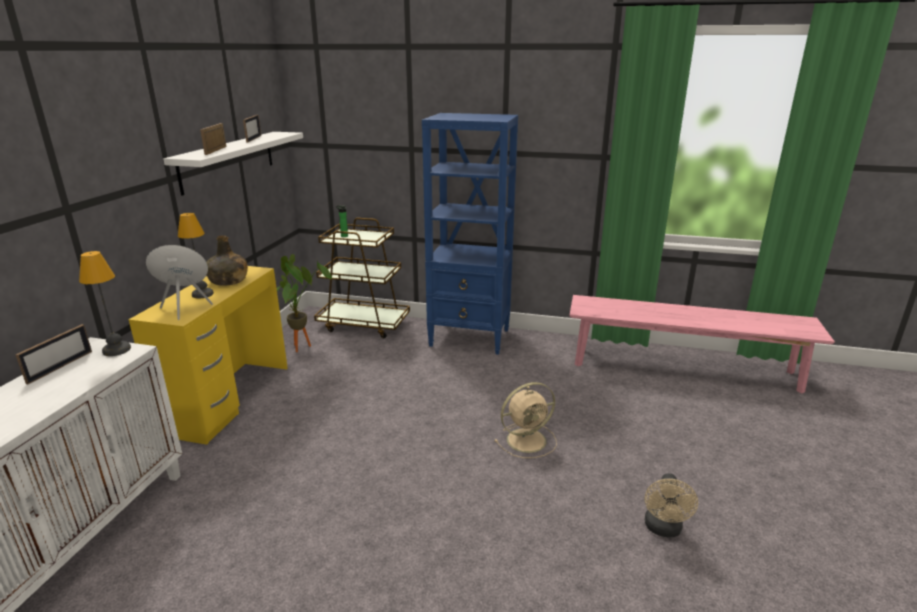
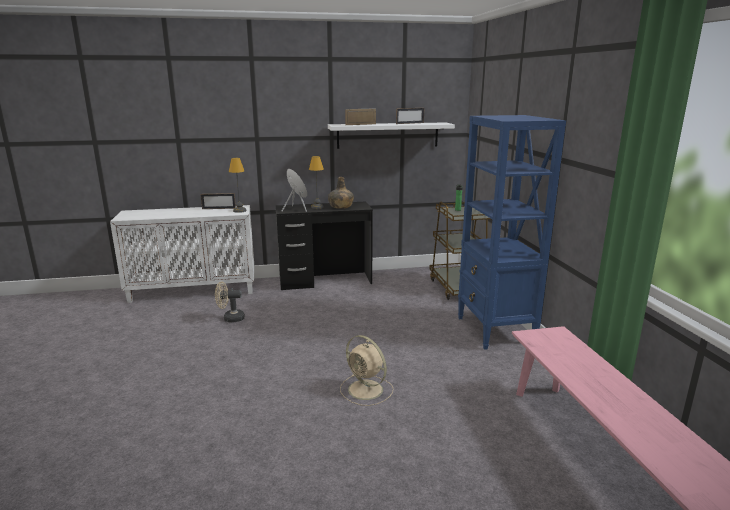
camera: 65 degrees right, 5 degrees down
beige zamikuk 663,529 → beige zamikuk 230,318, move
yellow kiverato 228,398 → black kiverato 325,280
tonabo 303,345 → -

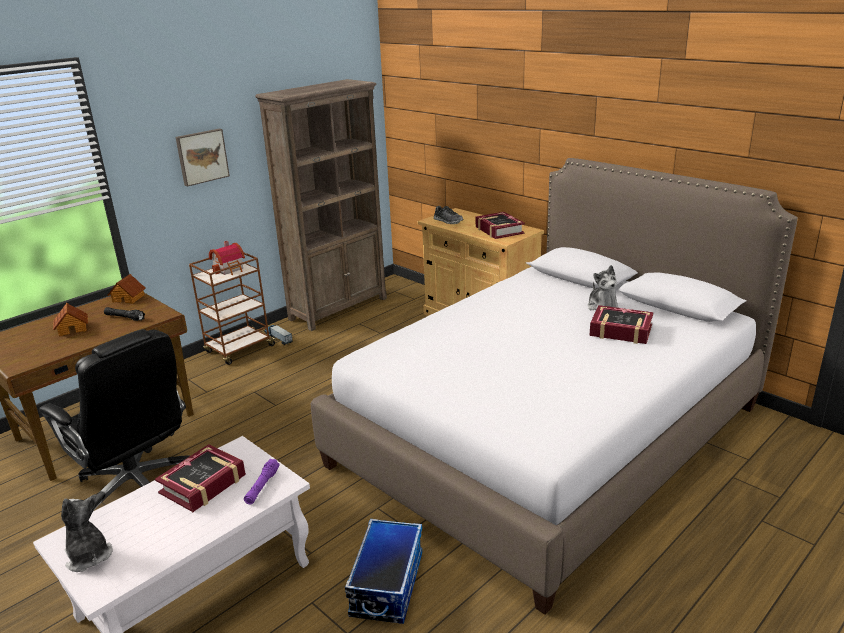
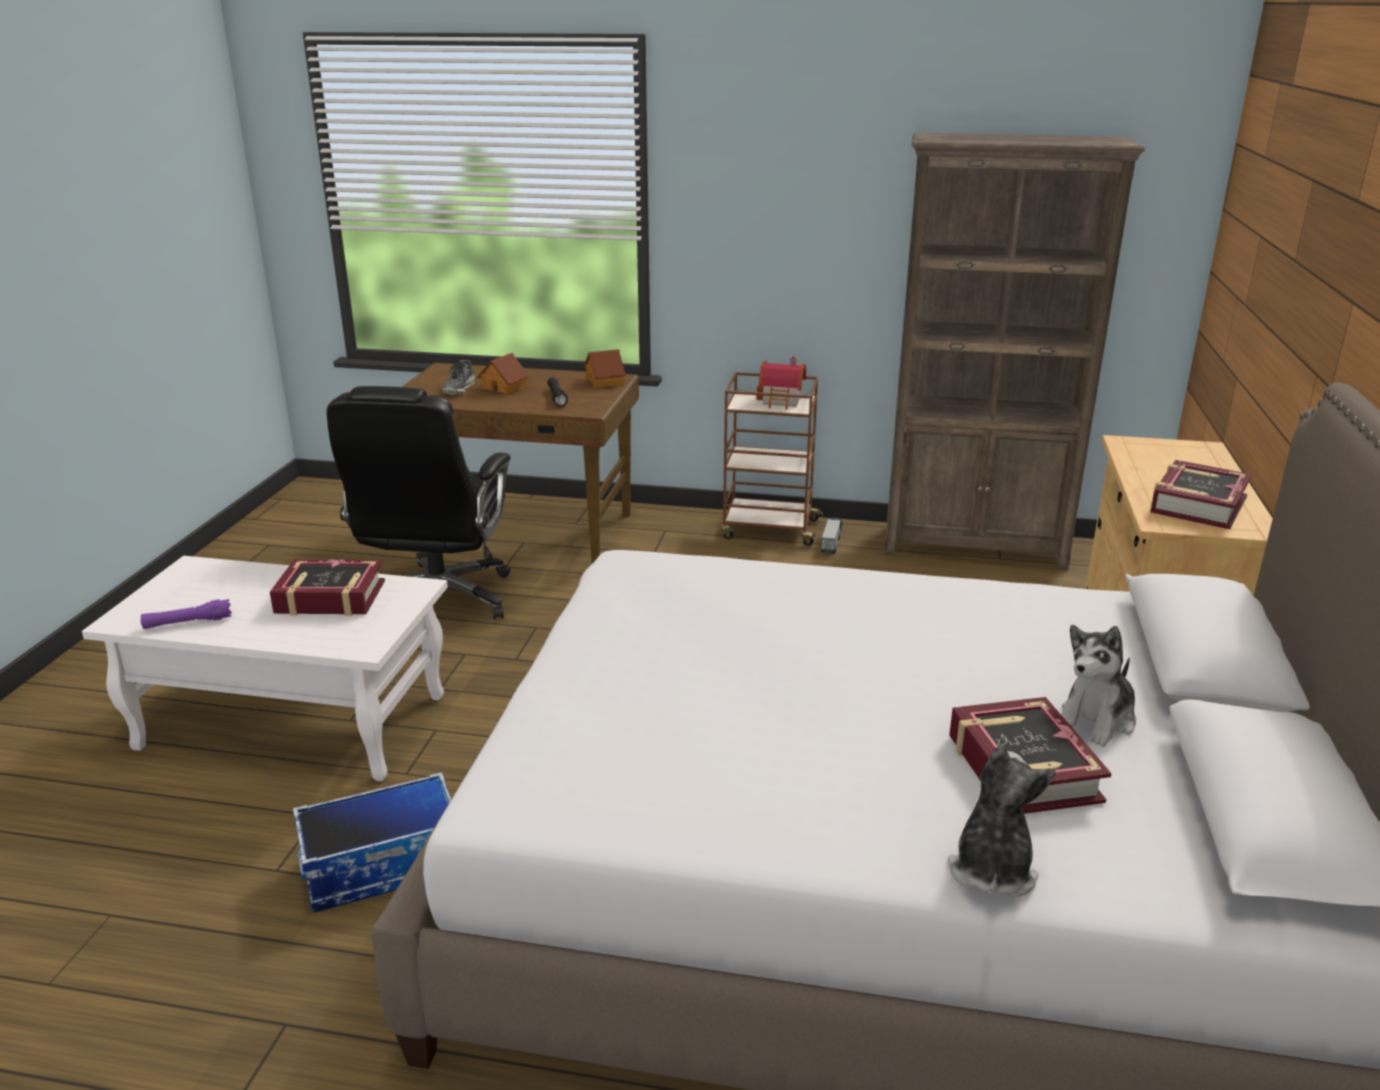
camera: 55 degrees right, 0 degrees up
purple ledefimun 262,486 → purple ledefimun 188,623, move
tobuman 448,221 → tobuman 459,388, move
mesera 88,556 → mesera 991,869, move
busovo 201,156 → -

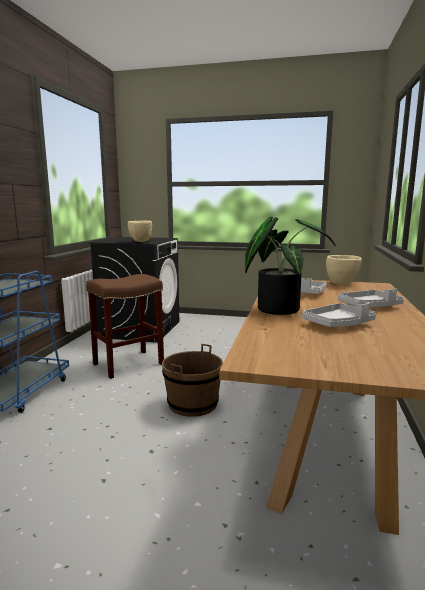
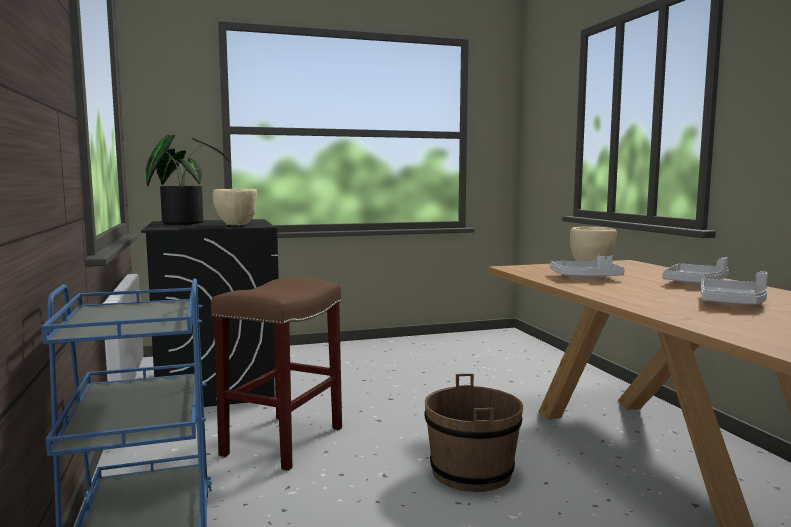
camera: 30 degrees left, 5 degrees down
tonabo 279,308 → tonabo 184,222, move

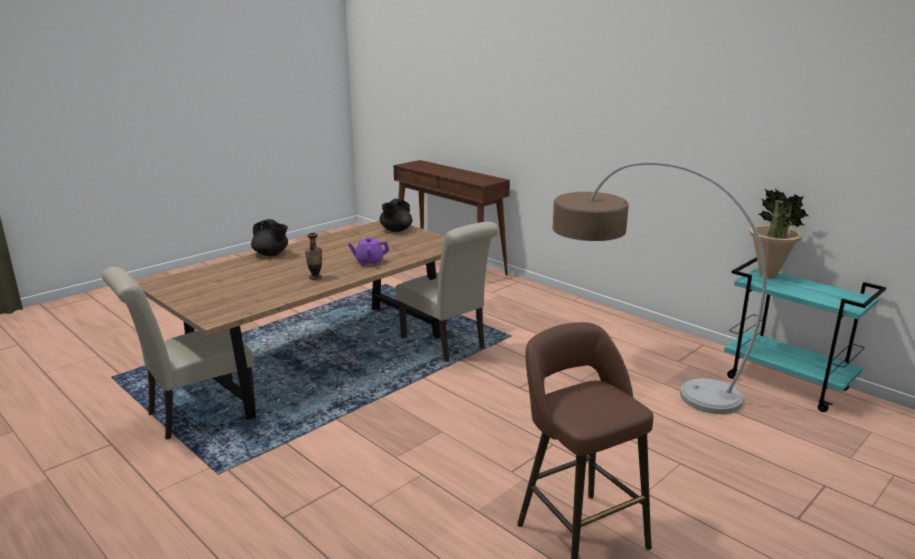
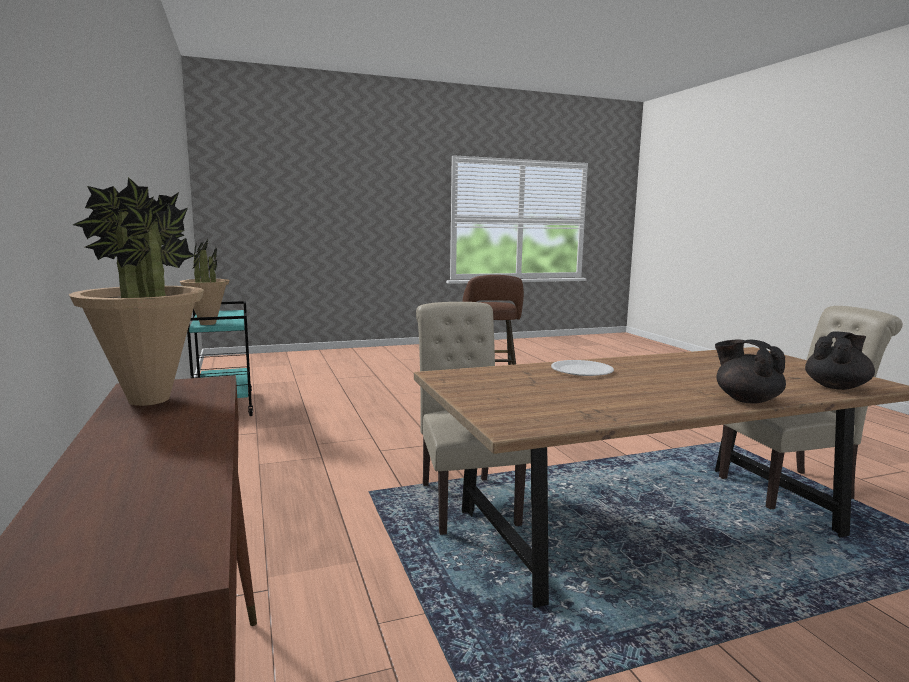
camera: 155 degrees left, 10 degrees down
- → tonabo 149,399
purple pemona 369,262 → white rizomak 581,370
black pemona 395,230 → black pemona 836,387, move
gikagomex 315,277 → -
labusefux 630,378 → -

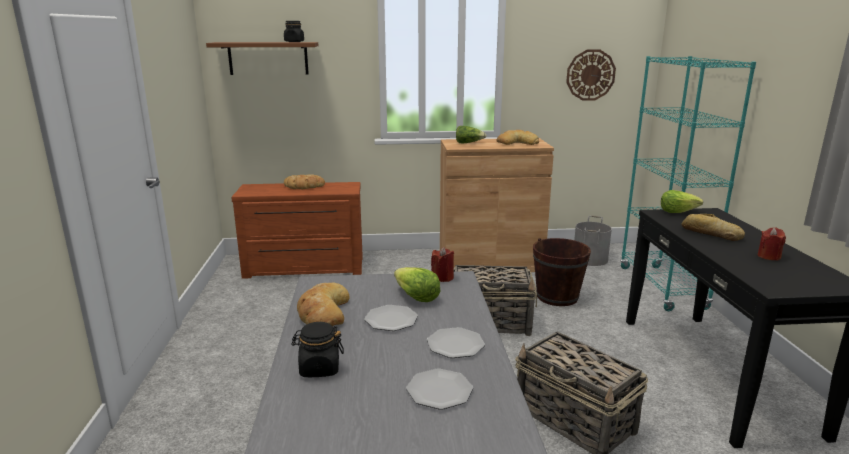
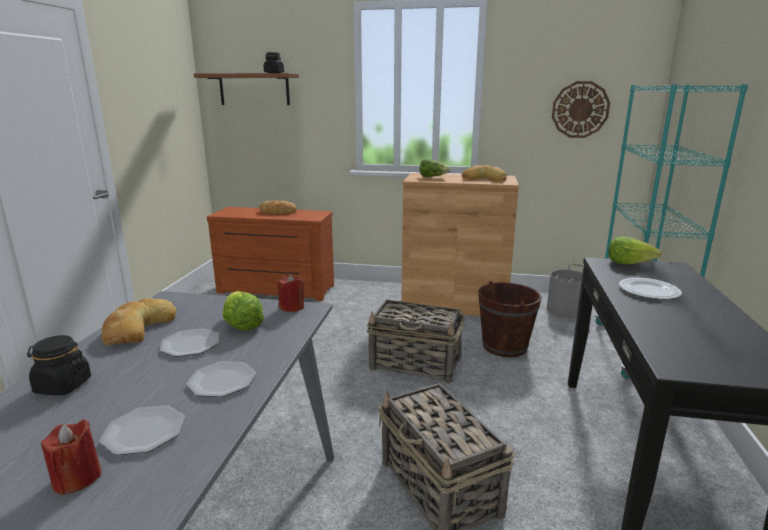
camera: 15 degrees right, 0 degrees up
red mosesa 769,256 → red mosesa 77,478, move
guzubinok 710,233 → rizomak 649,291

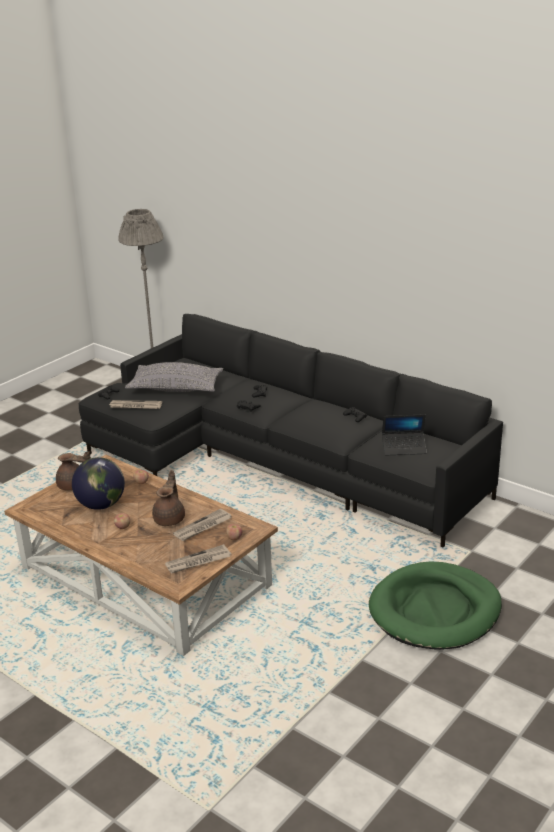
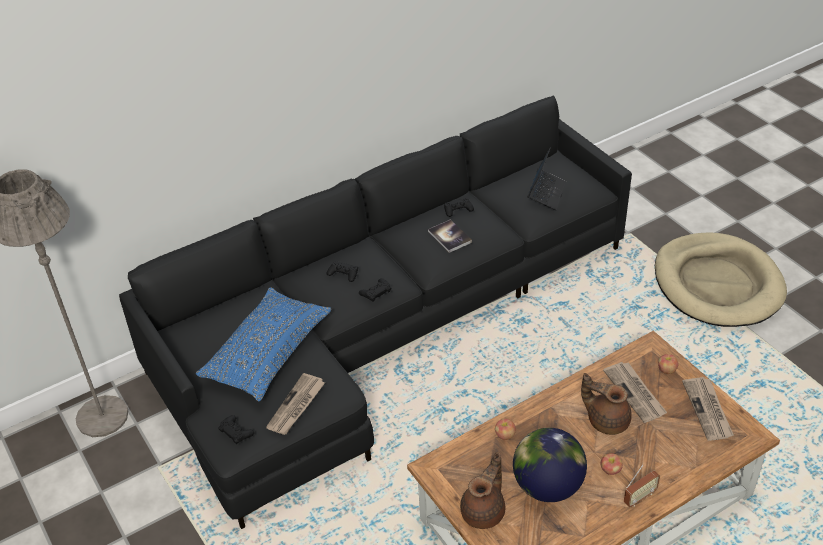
camera: 70 degrees left, 15 degrees up
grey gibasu 176,388 → blue gibasu 267,353
- → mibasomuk 449,237
- → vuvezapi 639,497
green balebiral 435,610 → beige balebiral 717,284

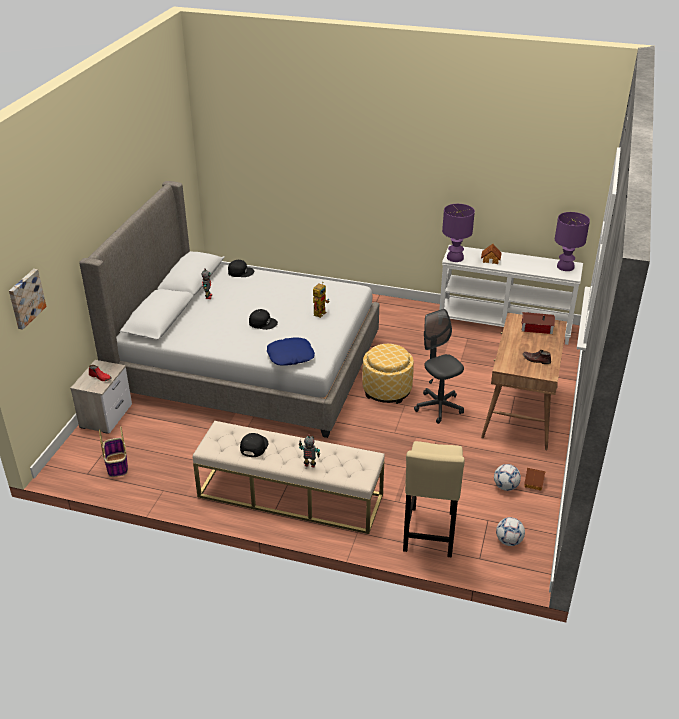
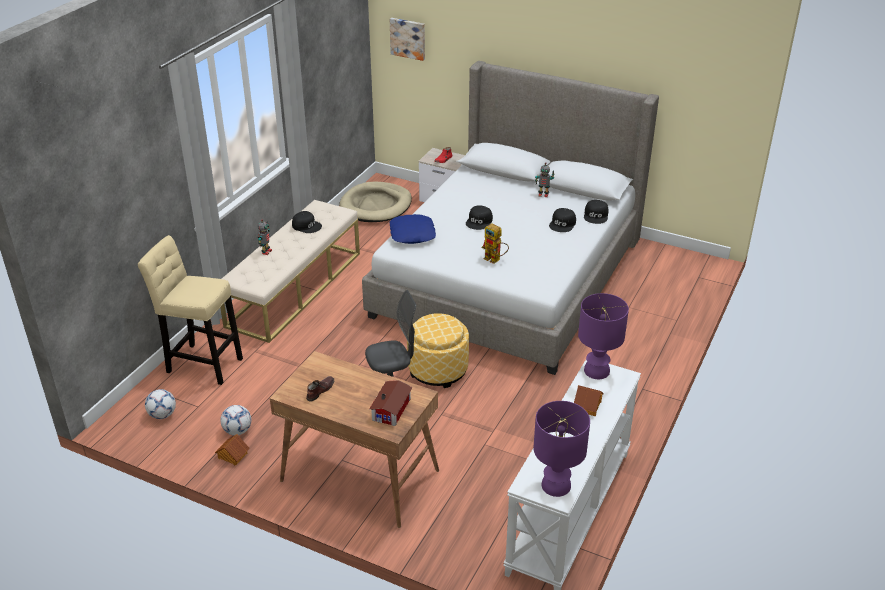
camera: 100 degrees right, 0 degrees up
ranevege 117,465 → beige balebiral 376,205
- → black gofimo 563,224

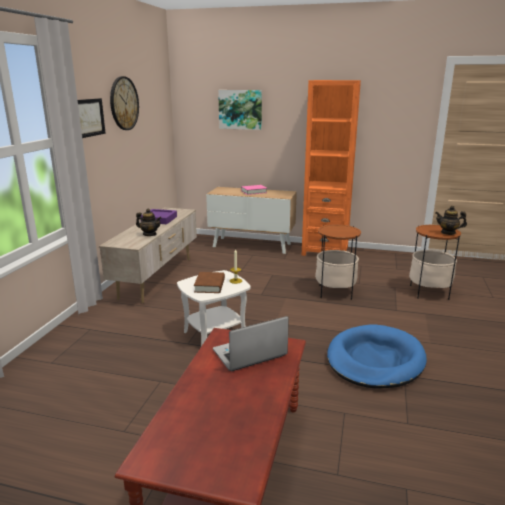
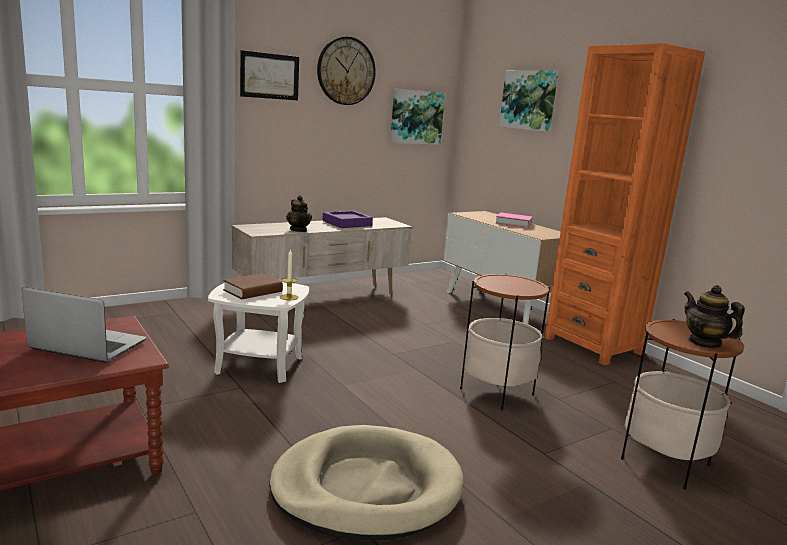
camera: 40 degrees right, 5 degrees down
blue balebiral 375,360 → beige balebiral 366,487
- → busovo 416,117

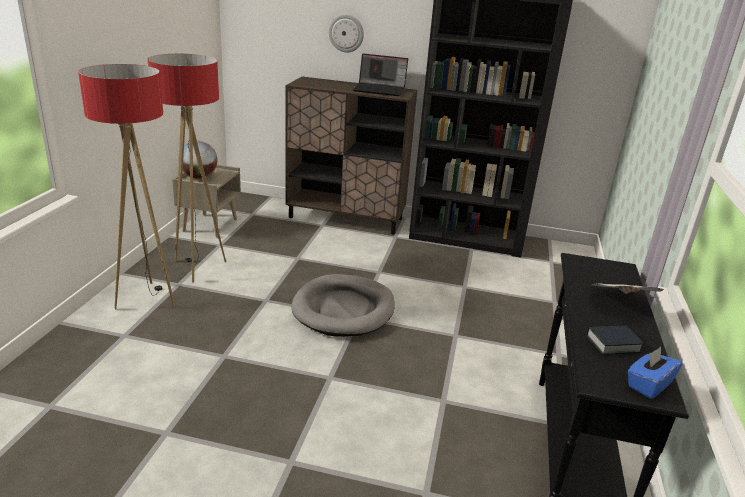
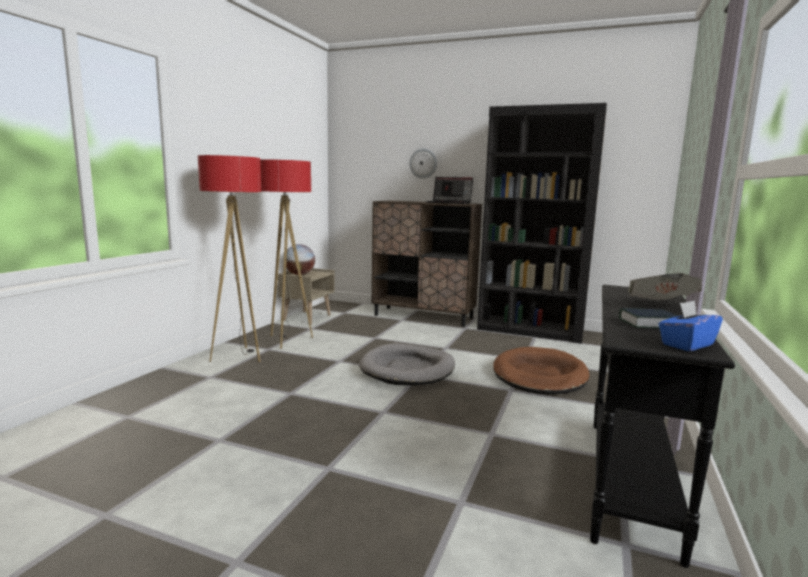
camera: 10 degrees right, 15 degrees down
- → brown balebiral 539,375

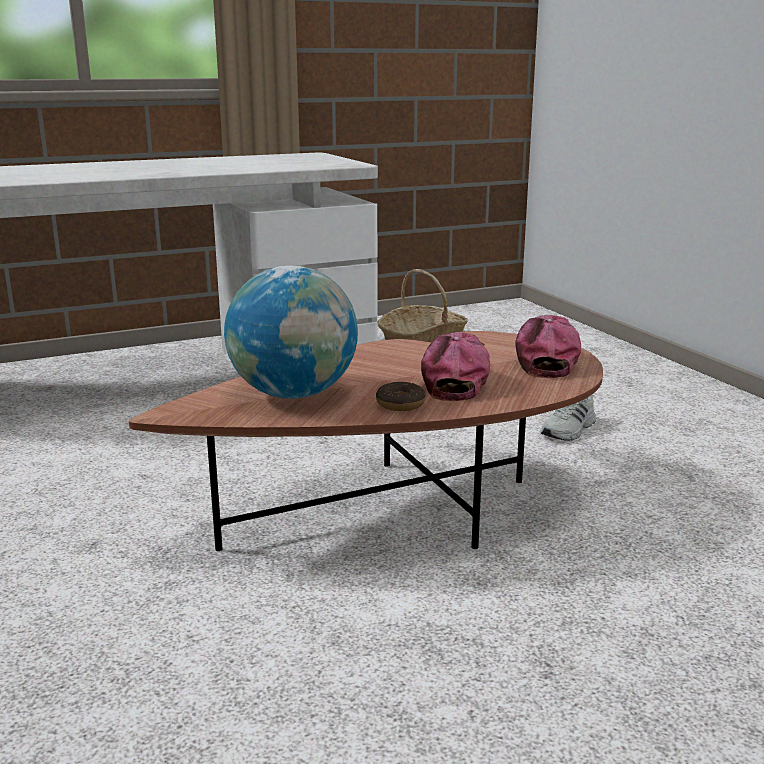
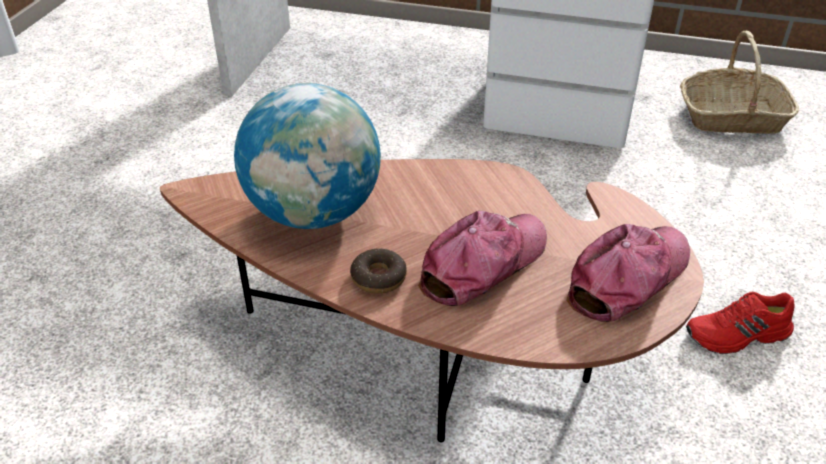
camera: 40 degrees right, 20 degrees up
white tobuman 569,429 → red tobuman 738,335

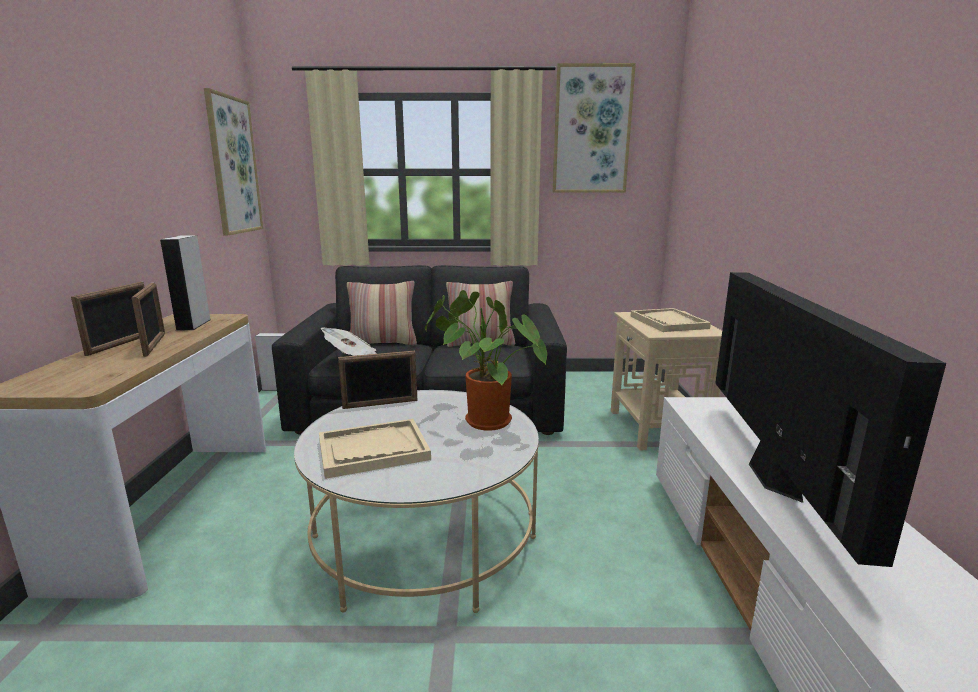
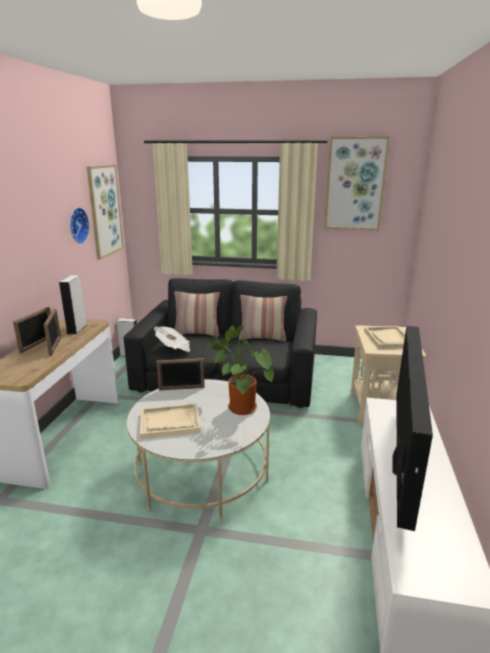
camera: 10 degrees right, 5 degrees up
- → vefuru 77,225

